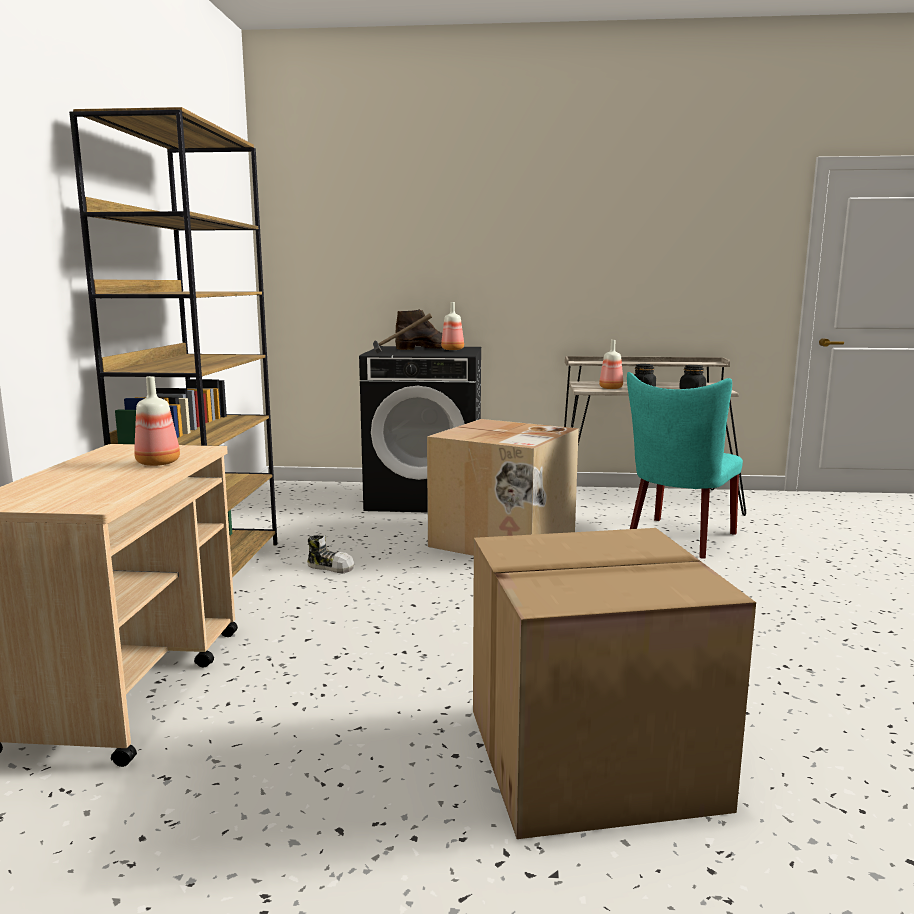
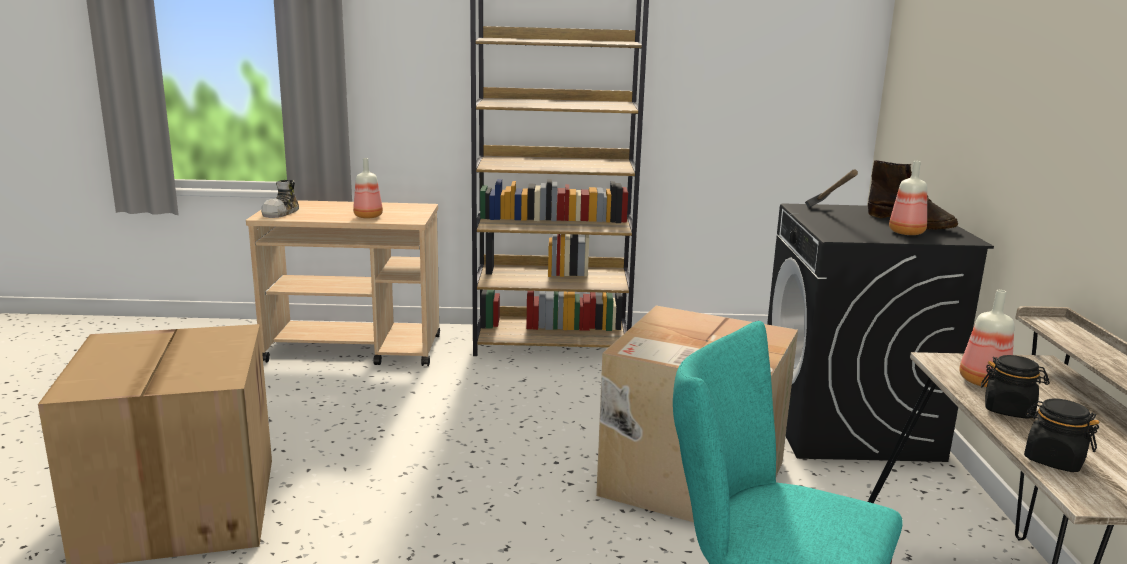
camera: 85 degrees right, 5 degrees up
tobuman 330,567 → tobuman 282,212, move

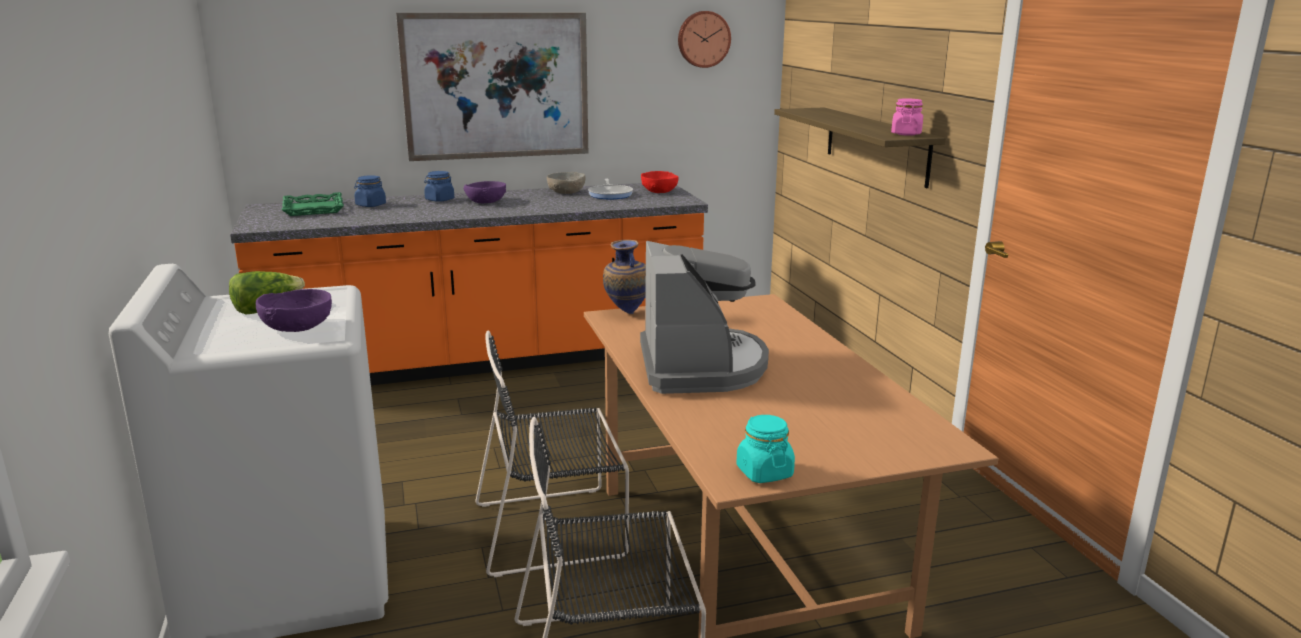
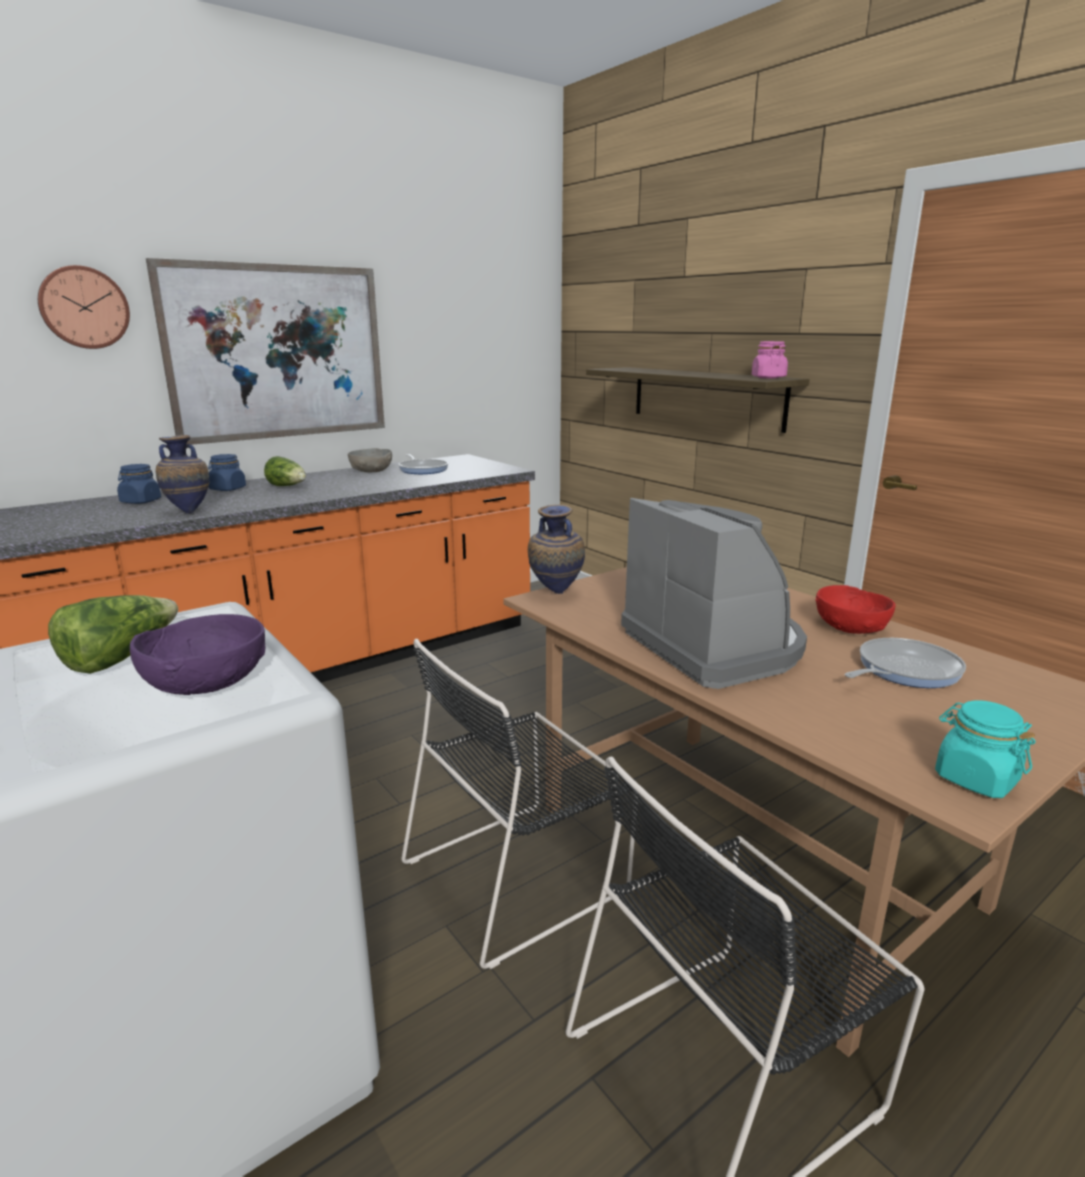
camera: 20 degrees left, 0 degrees up
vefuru 703,39 → vefuru 84,307, move
- → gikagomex 189,512
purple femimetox 486,202 → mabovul 288,487
red femimetox 660,191 → red femimetox 851,628, move
- → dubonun 904,670
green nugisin 313,209 → -

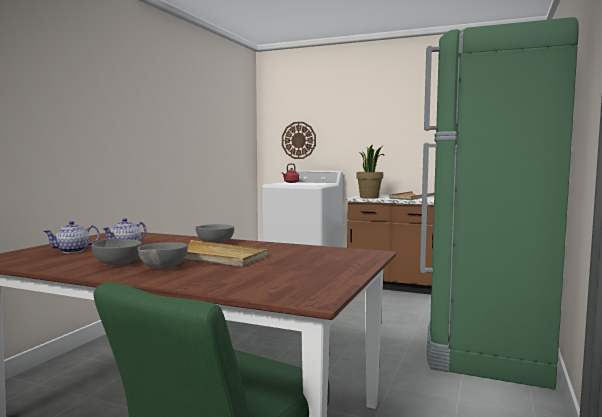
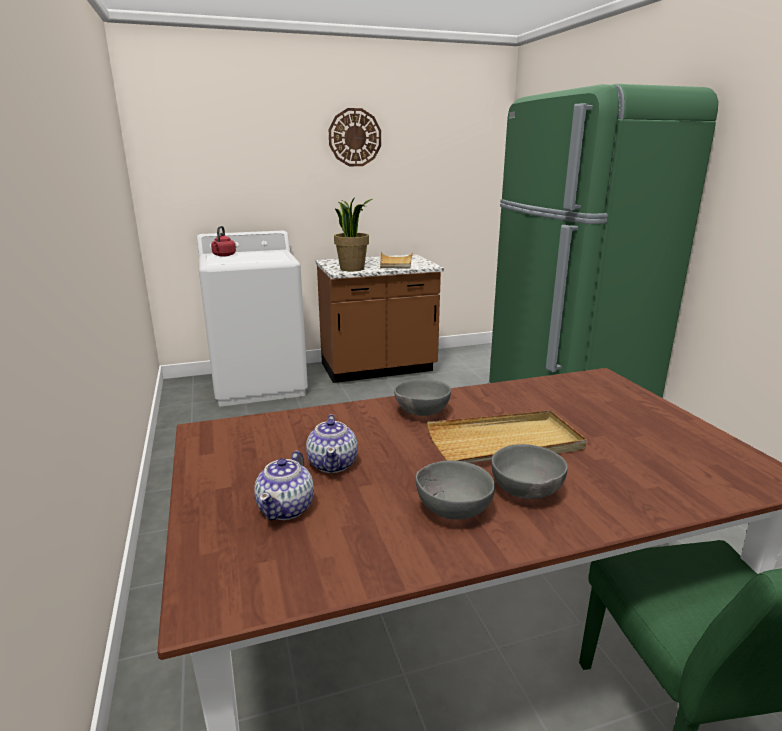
camera: 40 degrees left, 15 degrees up
vefuru 299,140 → vefuru 355,137, move

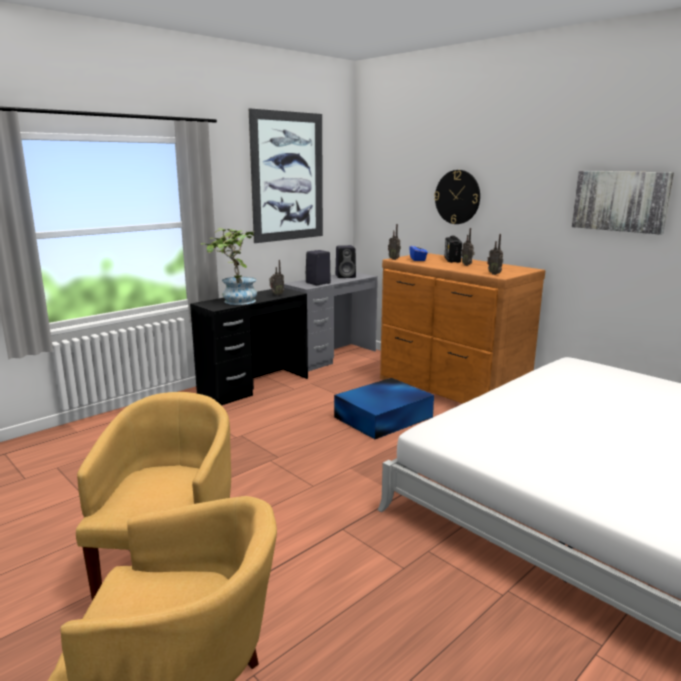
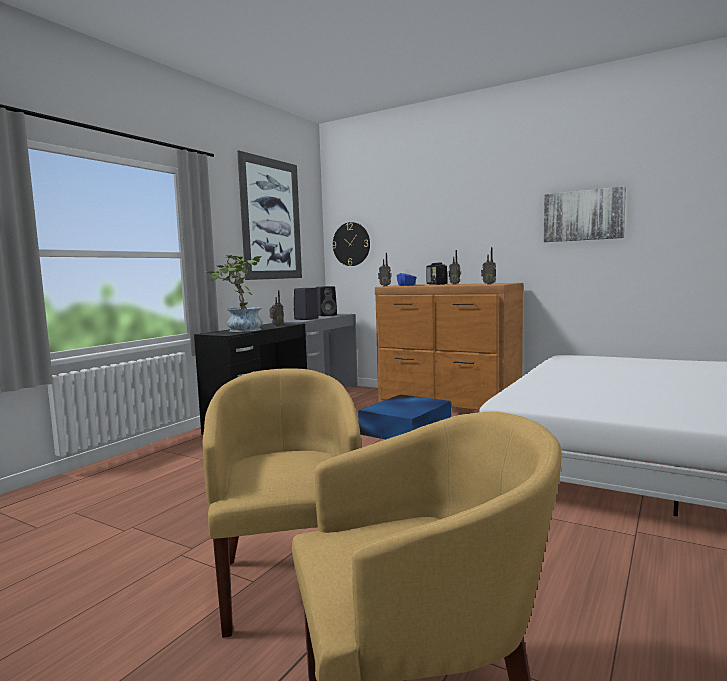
camera: 15 degrees left, 10 degrees down
vefuru 457,197 → vefuru 351,244, move

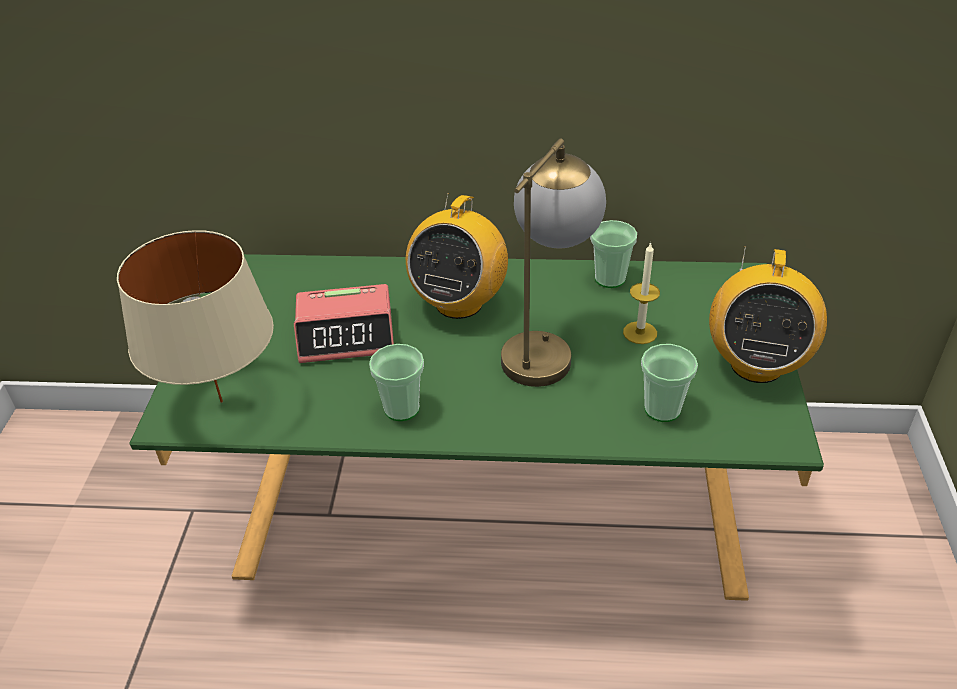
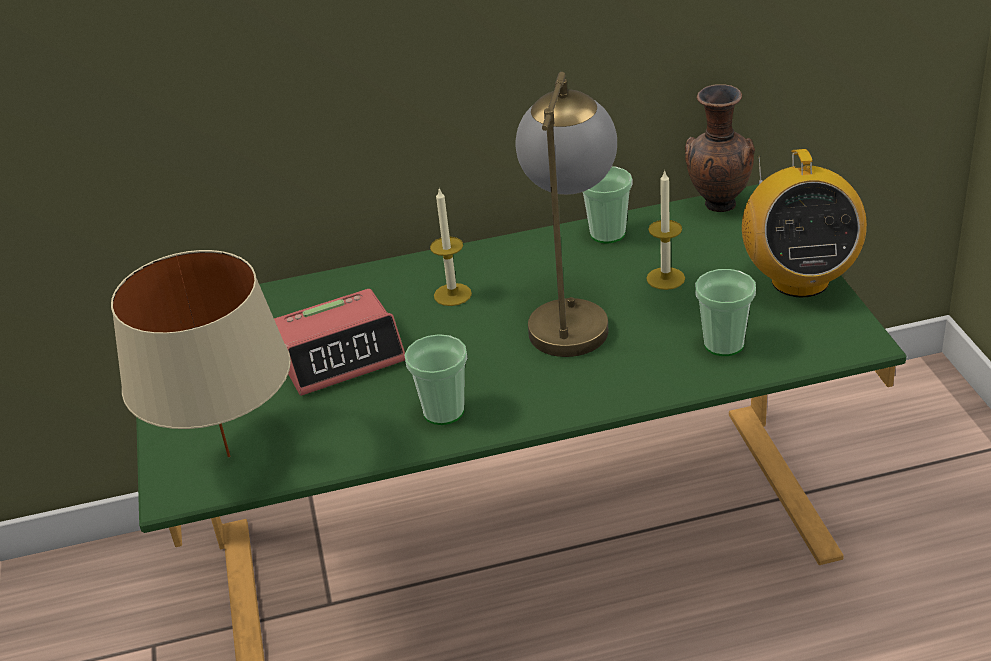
camera: 15 degrees left, 5 degrees down
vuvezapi 459,303 → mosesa 452,294
- → brown gikagomex 718,206

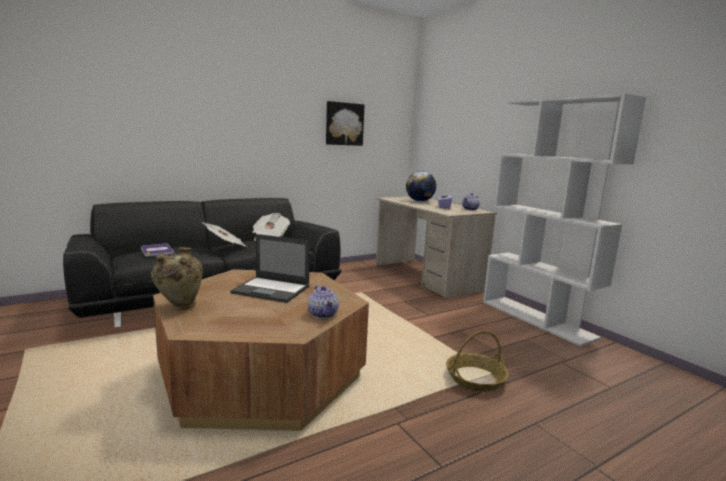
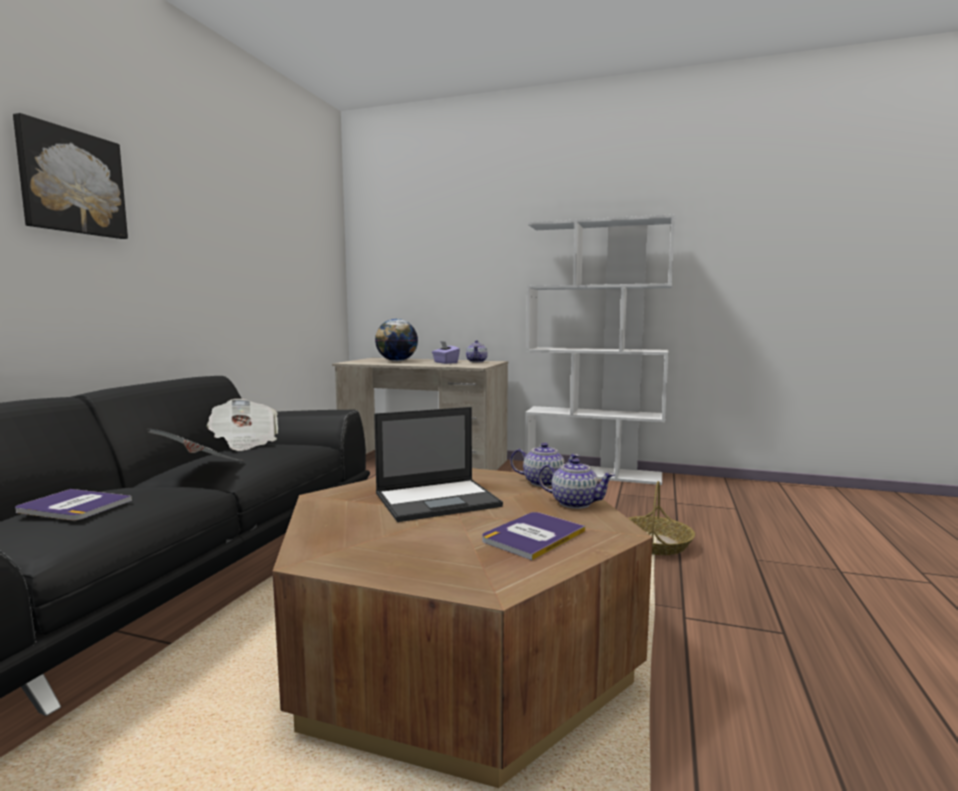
camera: 40 degrees left, 5 degrees down
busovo 344,124 → busovo 71,182, move
- → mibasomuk 533,536
- → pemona 543,482
beige gikagomex 179,307 → -

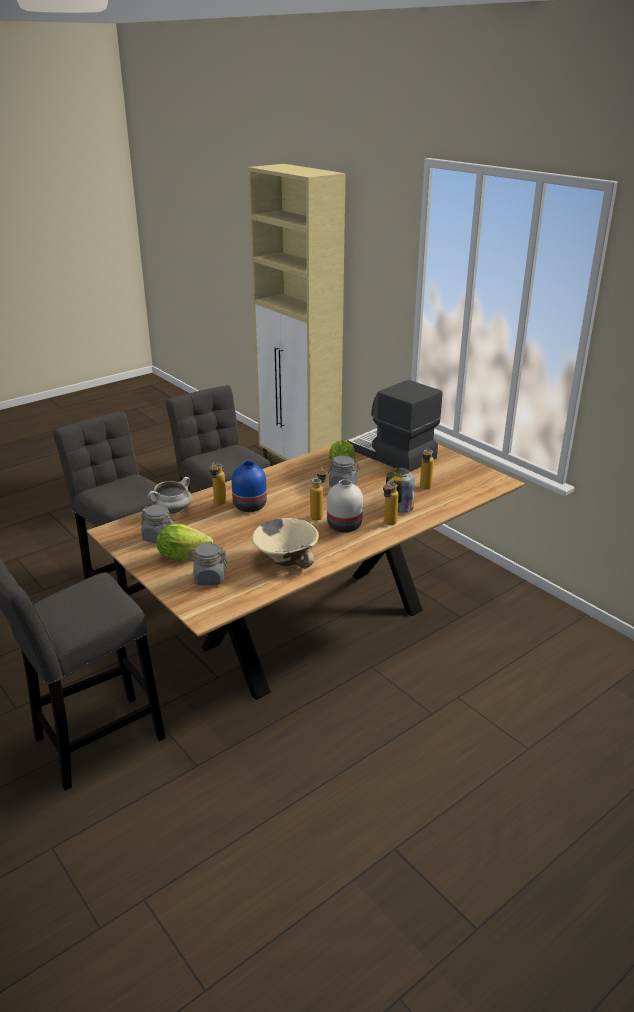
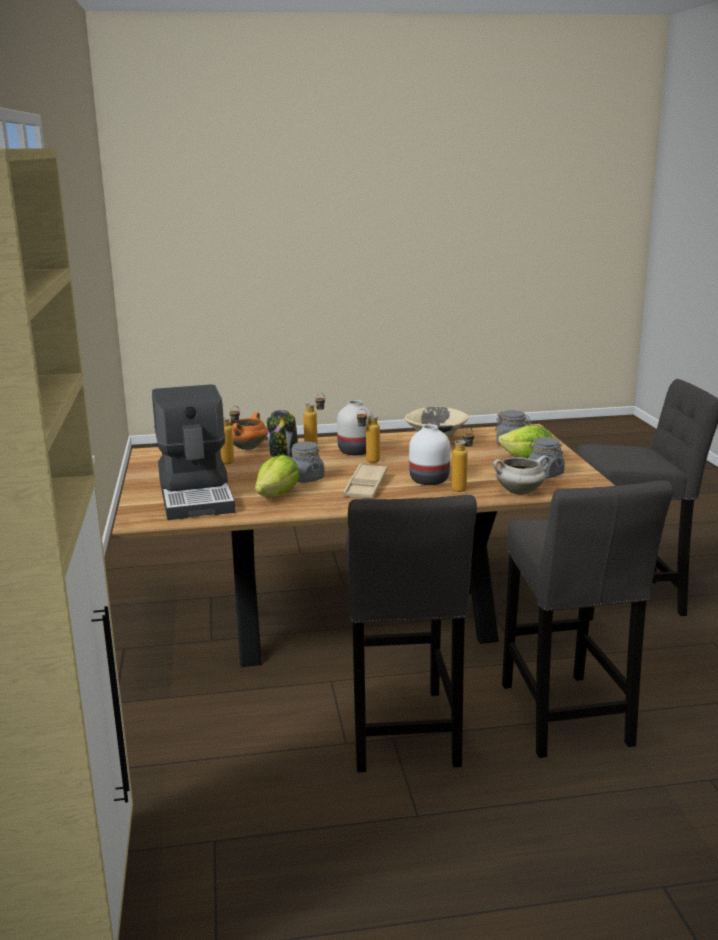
camera: 150 degrees left, 10 degrees down
- → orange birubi 247,447
- → beige nugisin 366,486
blue gikagomex 251,506 → white gikagomex 428,480

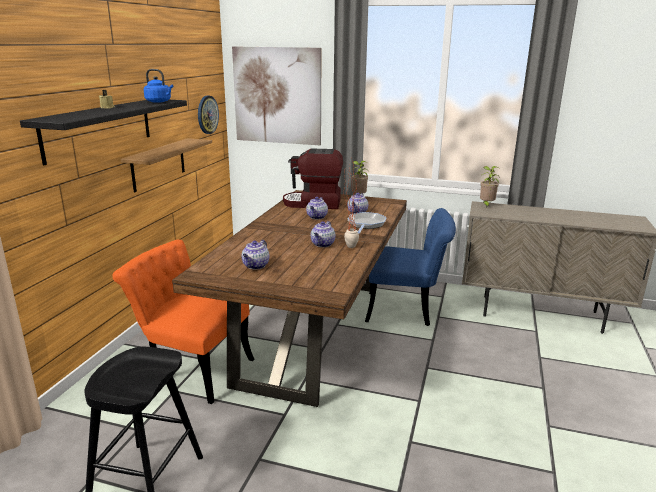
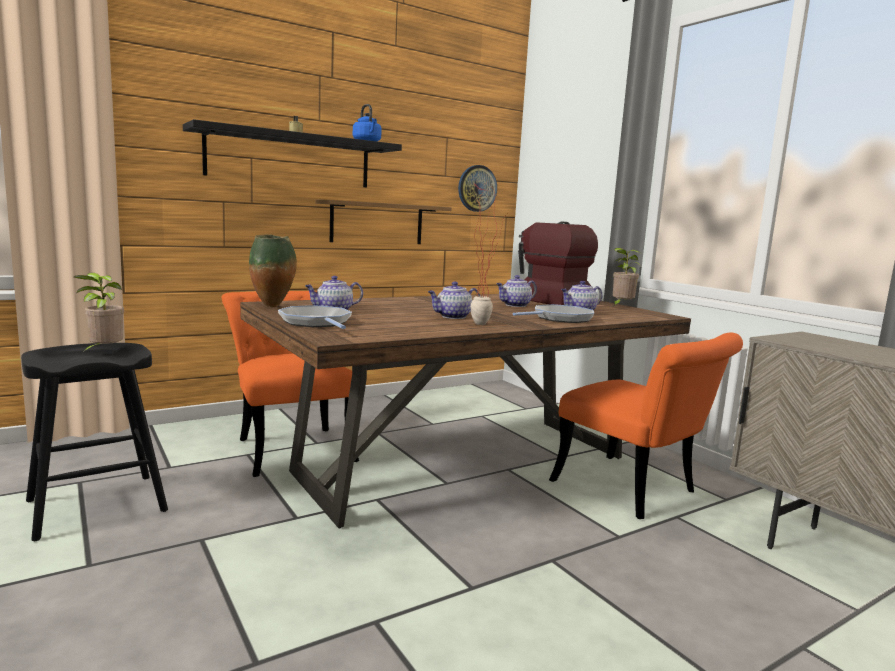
camera: 40 degrees right, 10 degrees down
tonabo 486,205 → tonabo 104,352, move
- → gikagomex 273,306
- → dubonun 316,323
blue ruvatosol 407,310 → orange ruvatosol 636,491
busovo 277,96 → -

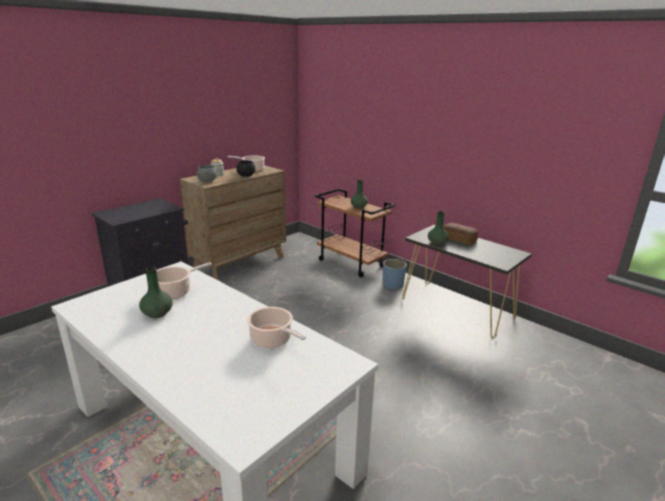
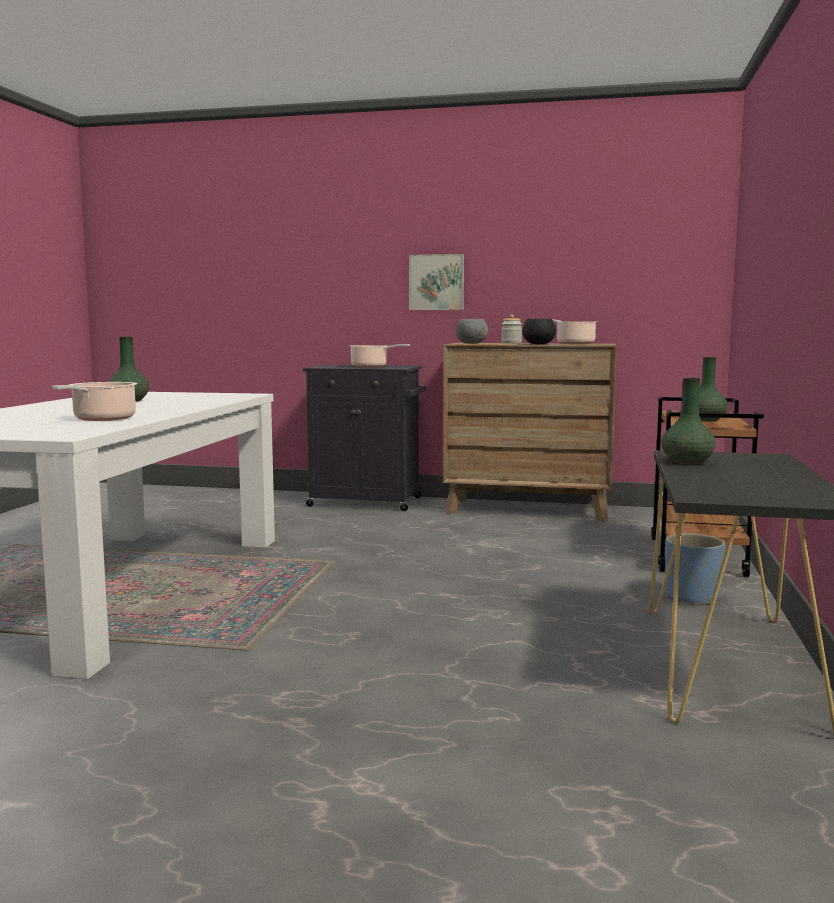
camera: 60 degrees right, 15 degrees down
birubi 175,292 → birubi 371,367, move
- → busovo 437,282
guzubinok 459,238 → -

